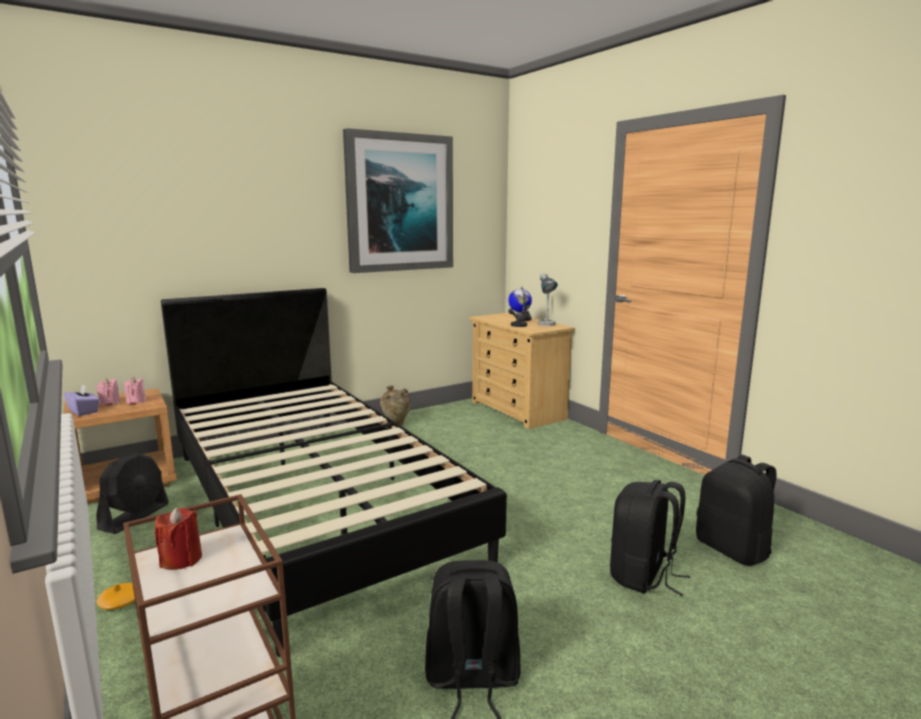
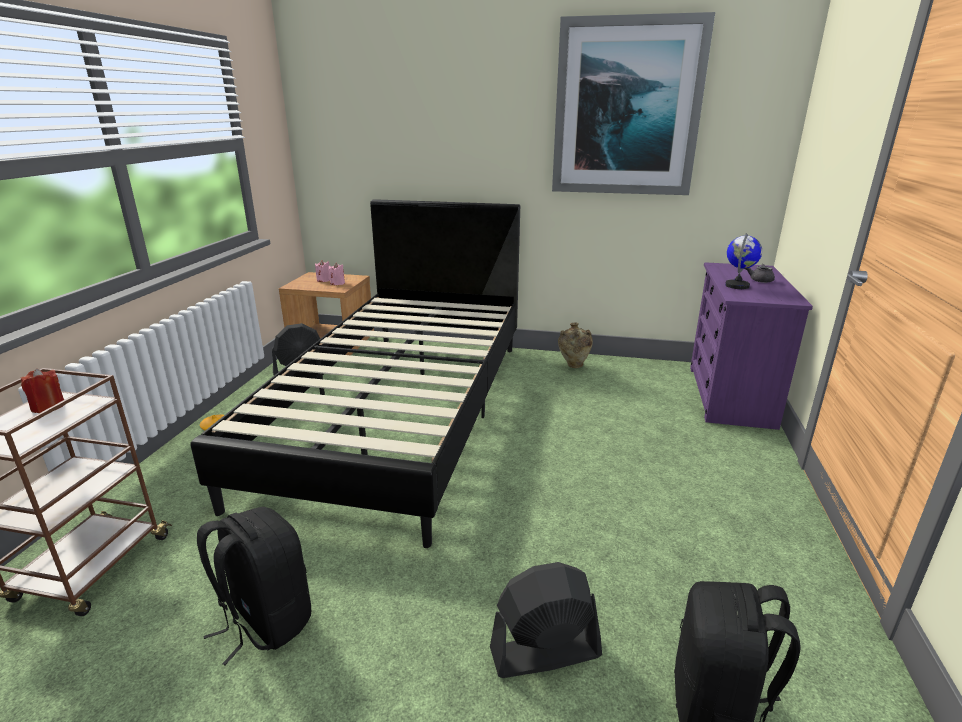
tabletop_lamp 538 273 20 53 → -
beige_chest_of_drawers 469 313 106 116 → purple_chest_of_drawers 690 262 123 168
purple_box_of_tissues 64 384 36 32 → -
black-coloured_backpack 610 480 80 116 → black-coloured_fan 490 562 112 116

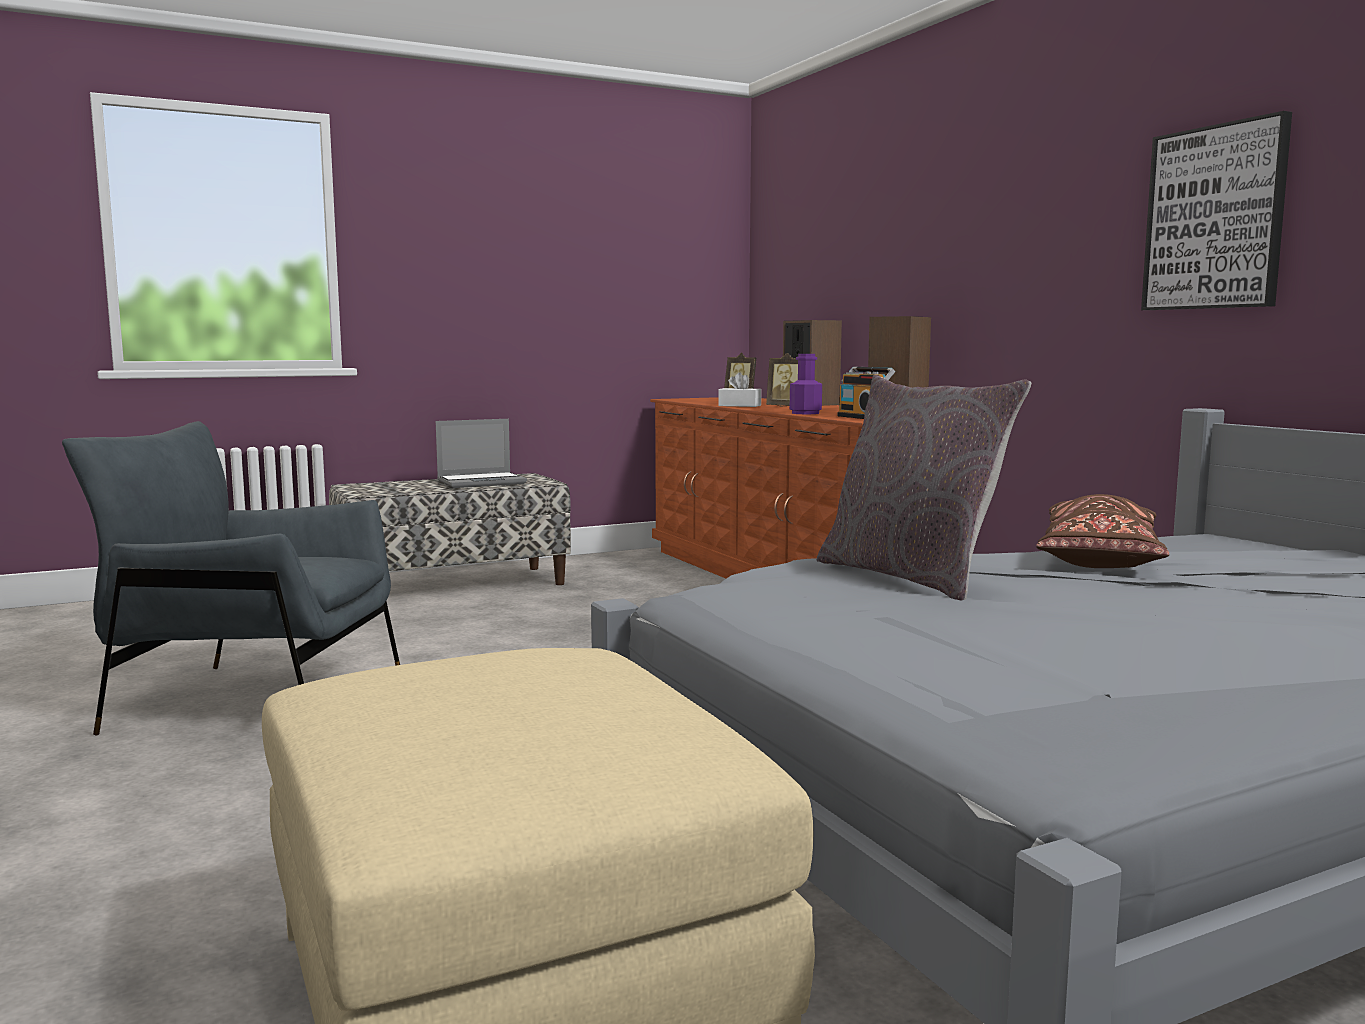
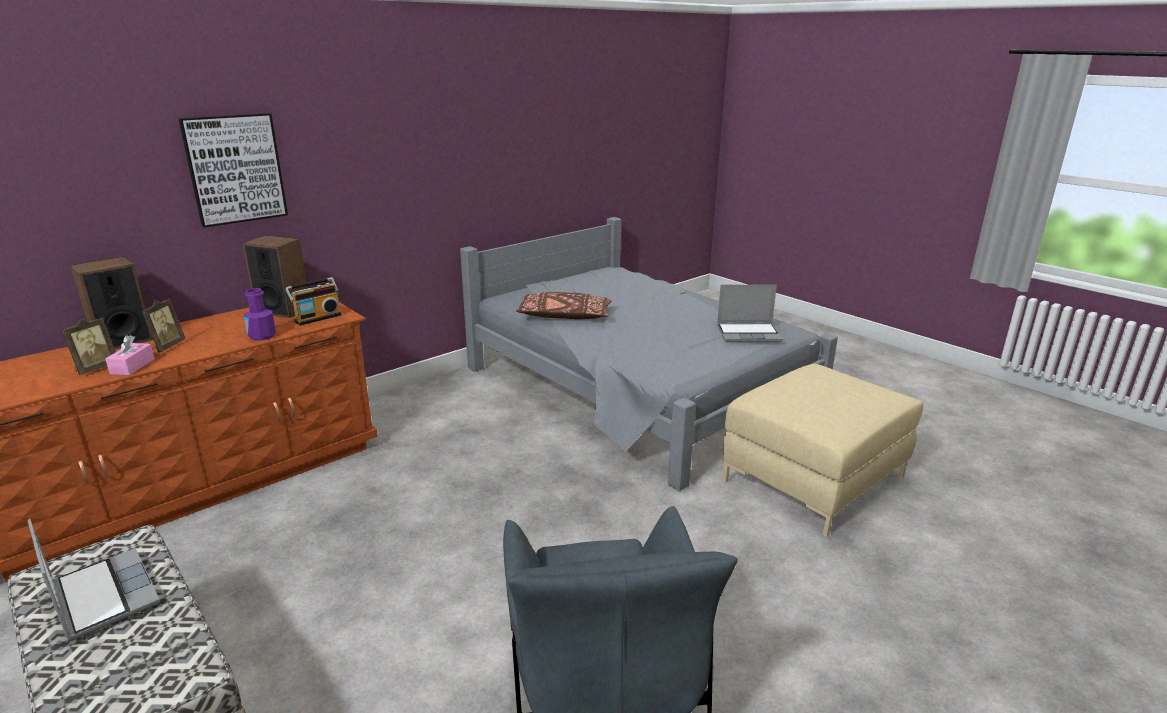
wall_art 1141 111 151 199 → wall_art 178 113 110 114, moved
white-coloured_box_of_tissues 718 372 43 35 → pink-coloured_box_of_tissues 105 335 50 40
greyish_cushion 816 375 216 225 → -
- → notebook_computer 717 285 66 58

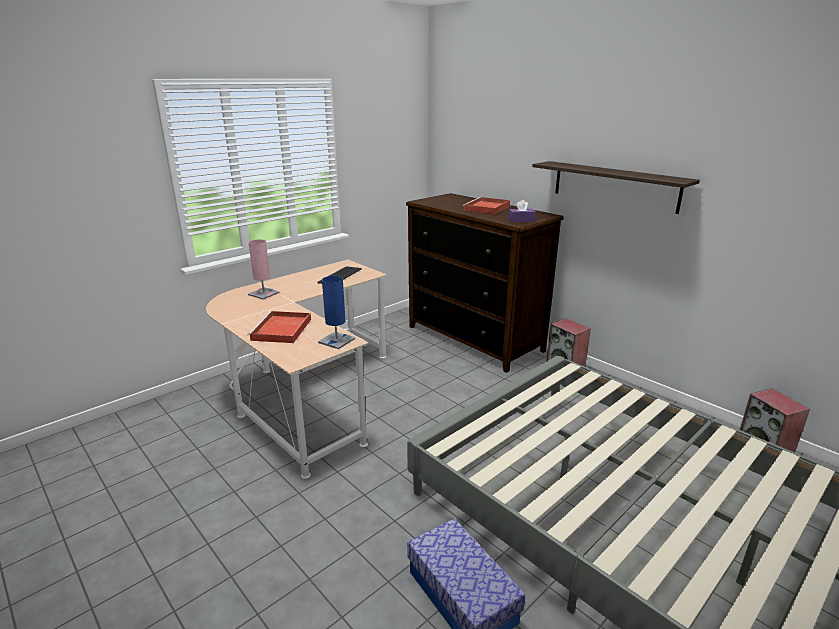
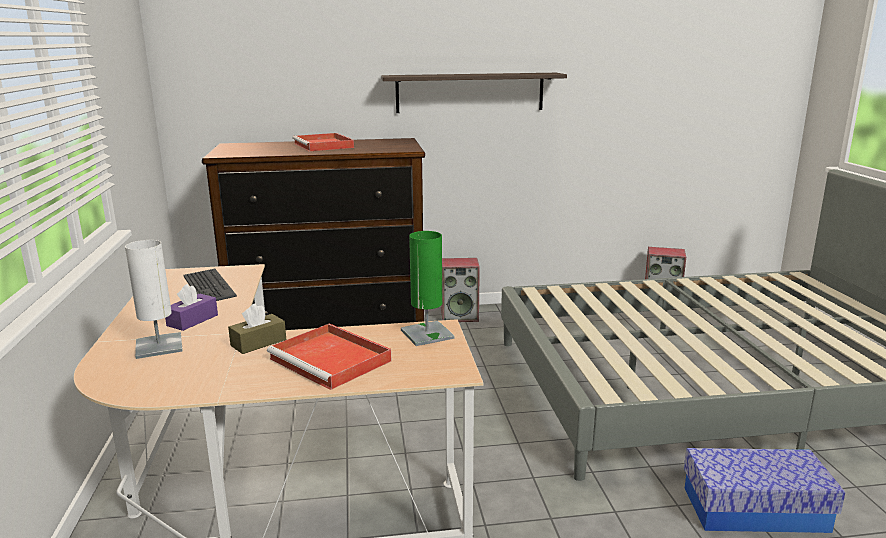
purple_box_of_tissues 509 200 27 22 → purple_box_of_tissues 165 284 53 47, moved
pink-coloured_tabletop_lamp 248 239 31 61 → white-coloured_tabletop_lamp 125 240 58 119
bluish_tabletop_lamp 318 276 37 73 → greenish_tabletop_lamp 401 231 54 115
- → brown_box_of_tissues 228 304 58 50

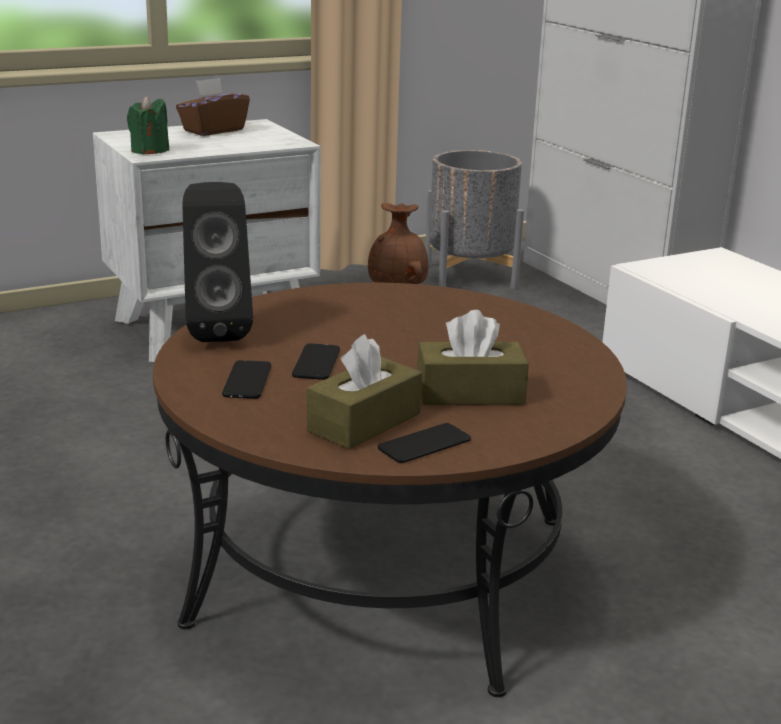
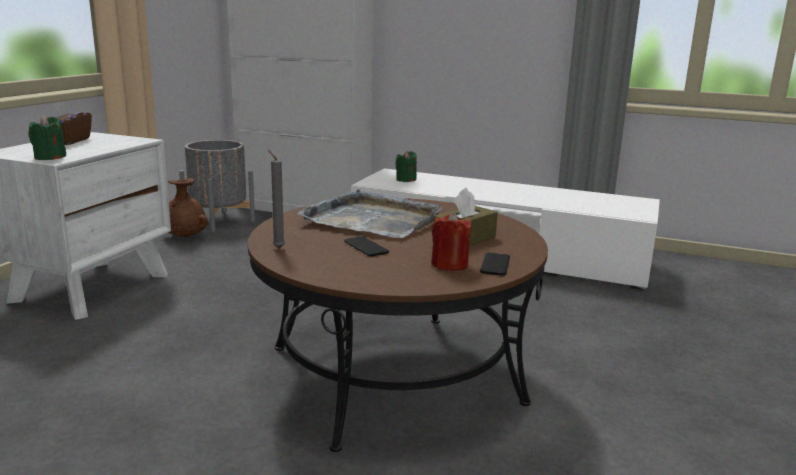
black-coloured_loudspeaker 183 182 70 160 → greyish_wax_light 268 149 17 99
brown_box_of_tissues 307 334 115 115 → red_wax_light 431 212 41 59
phone 222 360 49 39 → -
- → greenish_wax_light 395 150 22 32
- → greyish_serving_tray 298 189 145 49

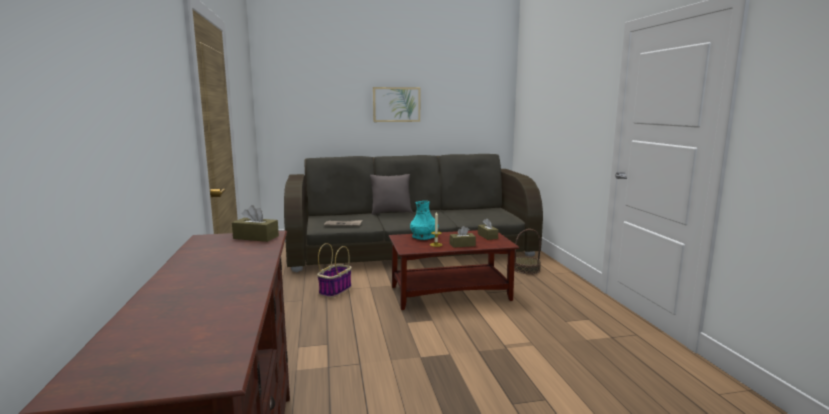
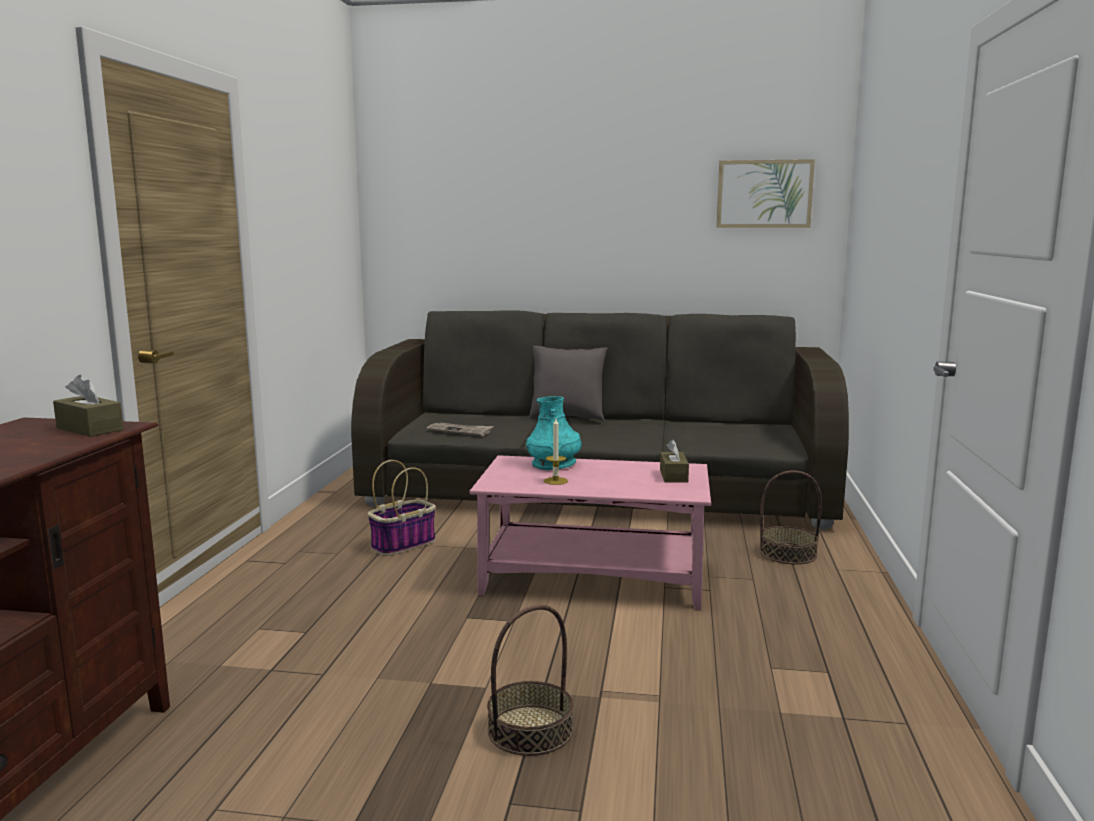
wall_art 373 87 47 35 → wall_art 717 159 98 69, moved
brown_box_of_tissues 450 226 26 22 → -
brown_low_table 389 230 130 80 → pink-coloured_low_table 469 455 242 155
- → storage_basket 487 605 86 151

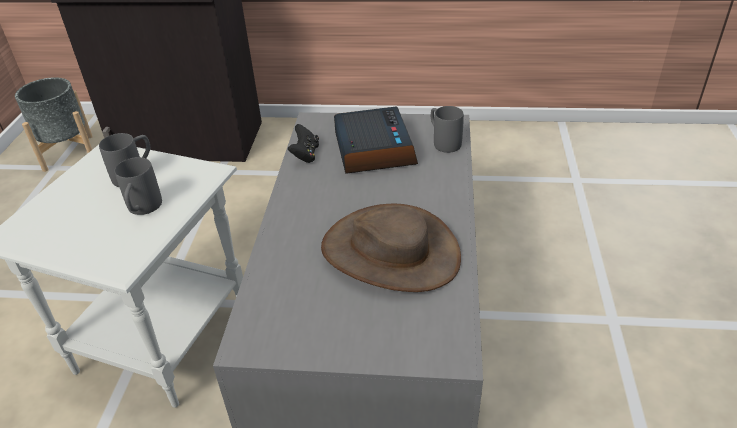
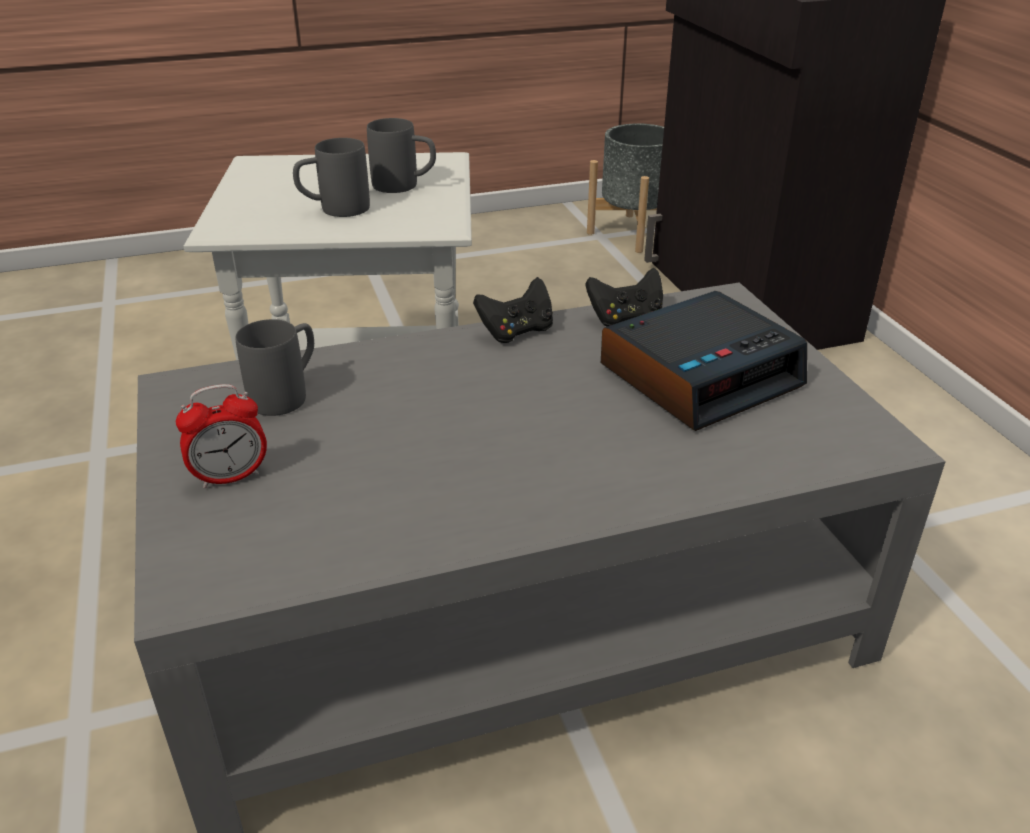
greyish_coffee_mug 431 106 33 47 → greyish_coffee_mug 235 319 79 97, moved
brown_wearable_hat 321 204 140 88 → -
- → black-coloured_joypad 473 277 80 66
- → bedside_clock 176 384 91 105

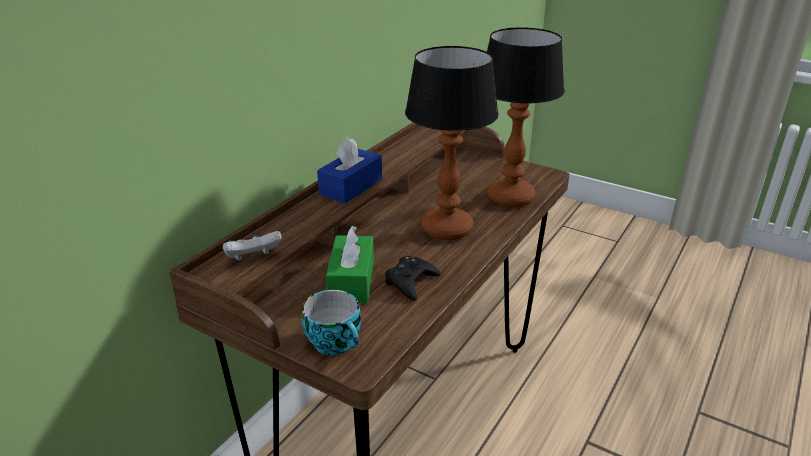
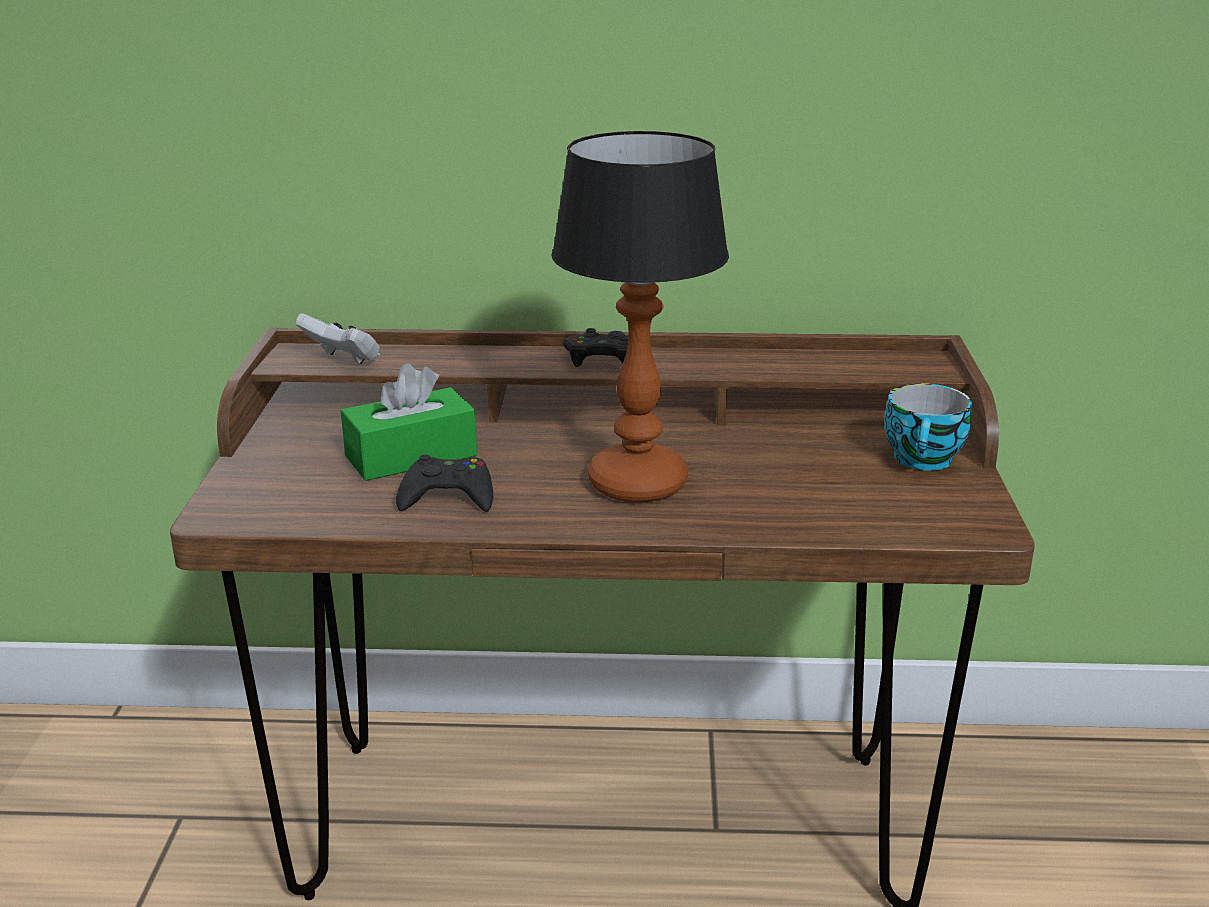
tabletop_lamp 487 27 78 180 → -
bluish_box_of_tissues 317 137 65 67 → black-coloured_joypad 563 328 66 39
cup 302 290 59 65 → cup 884 383 88 88, moved

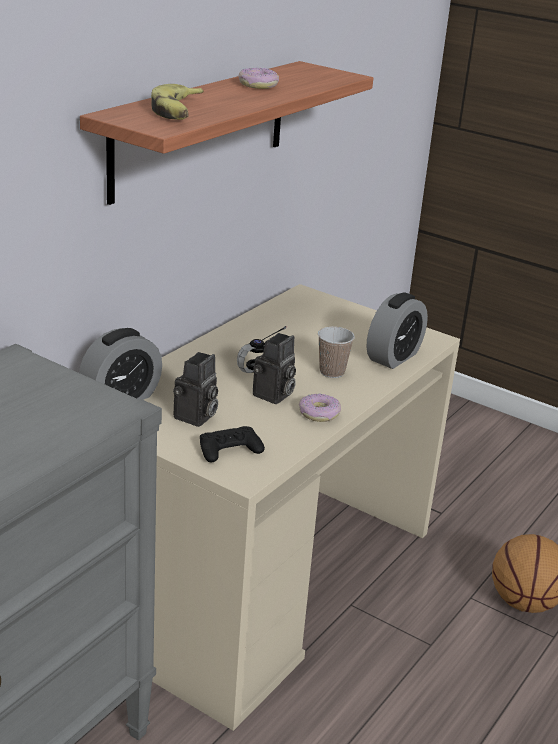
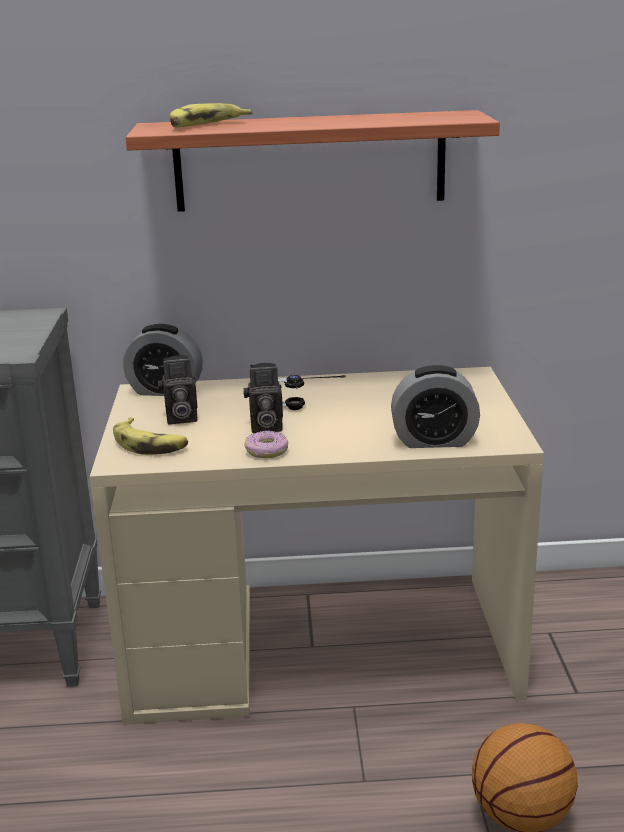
donut 238 68 41 21 → -
cup 318 327 37 51 → -
black-coloured_joypad 200 426 65 36 → banana_fruit 113 418 75 37

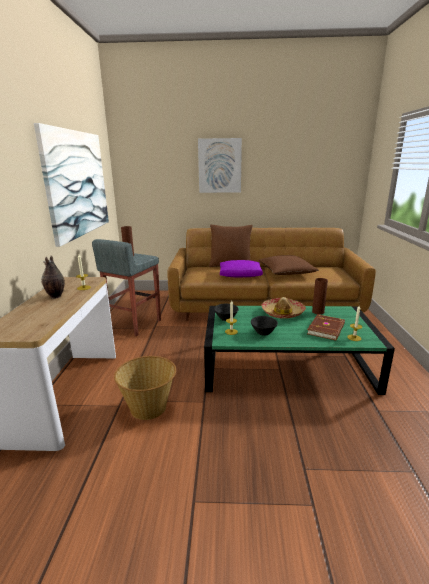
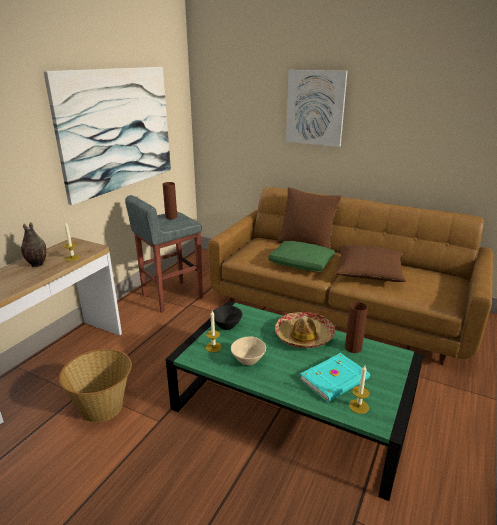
purple_cushion 220 260 43 17 → greenish_cushion 268 241 67 31
brown_volume 307 314 38 27 → turquoise_volume 300 353 70 49
black-coloured_deep_dish 251 316 27 20 → beige_deep_dish 231 337 35 28

